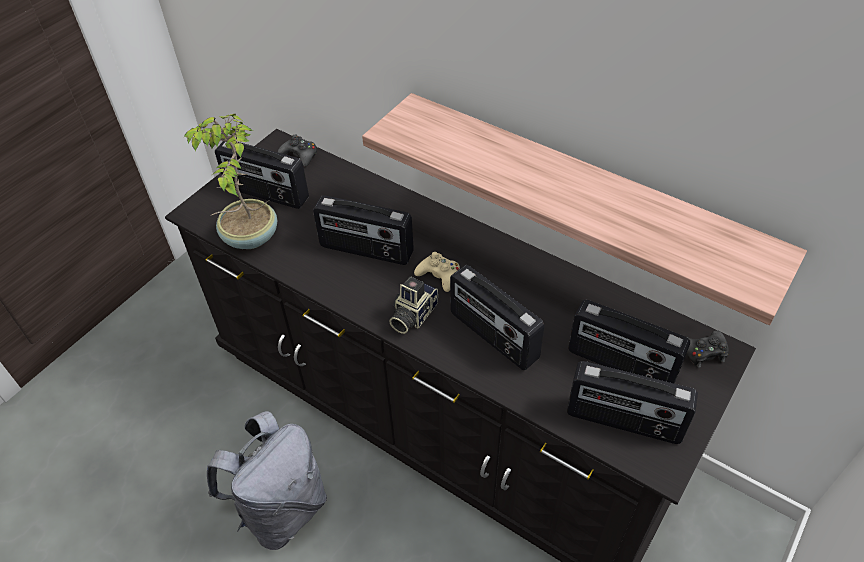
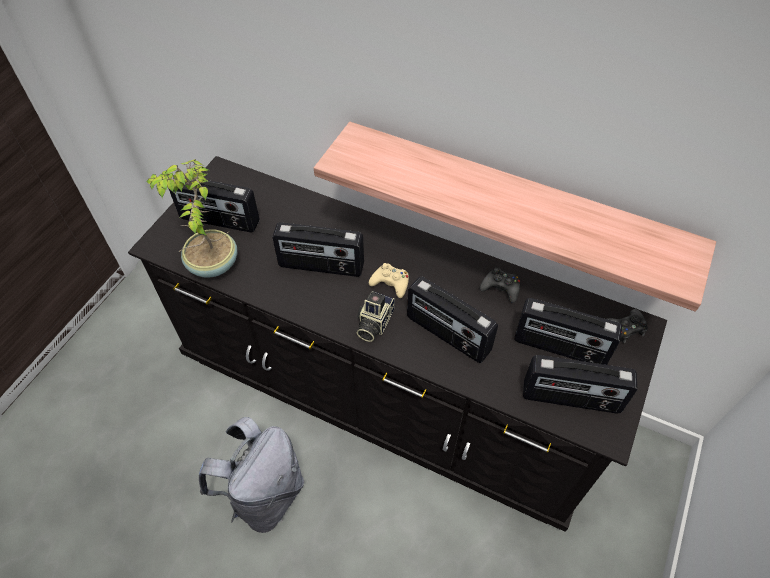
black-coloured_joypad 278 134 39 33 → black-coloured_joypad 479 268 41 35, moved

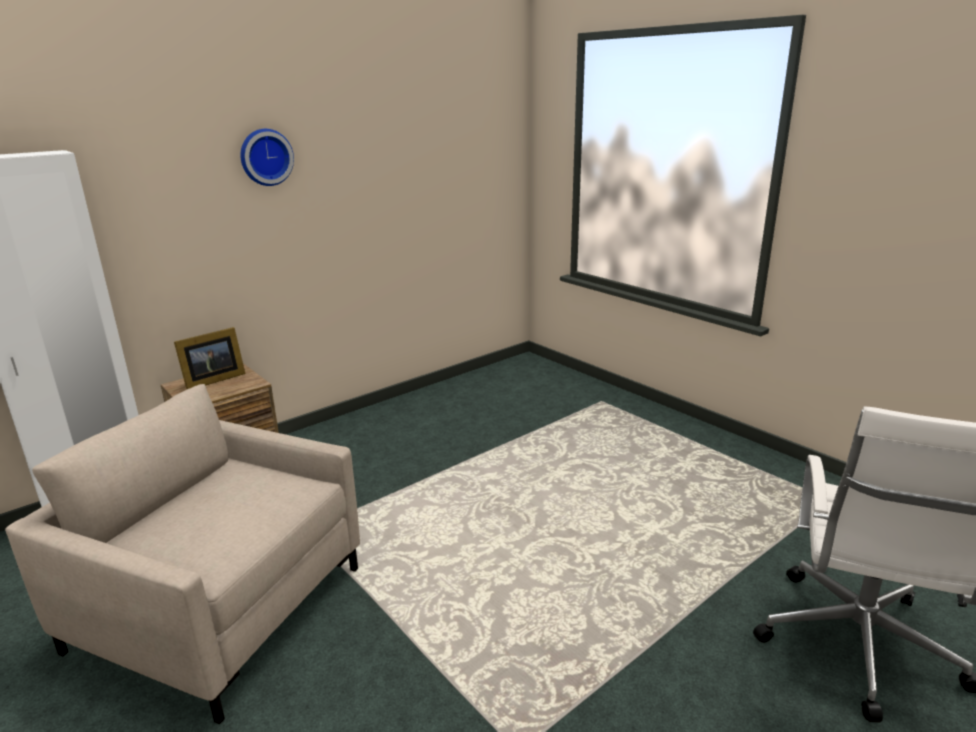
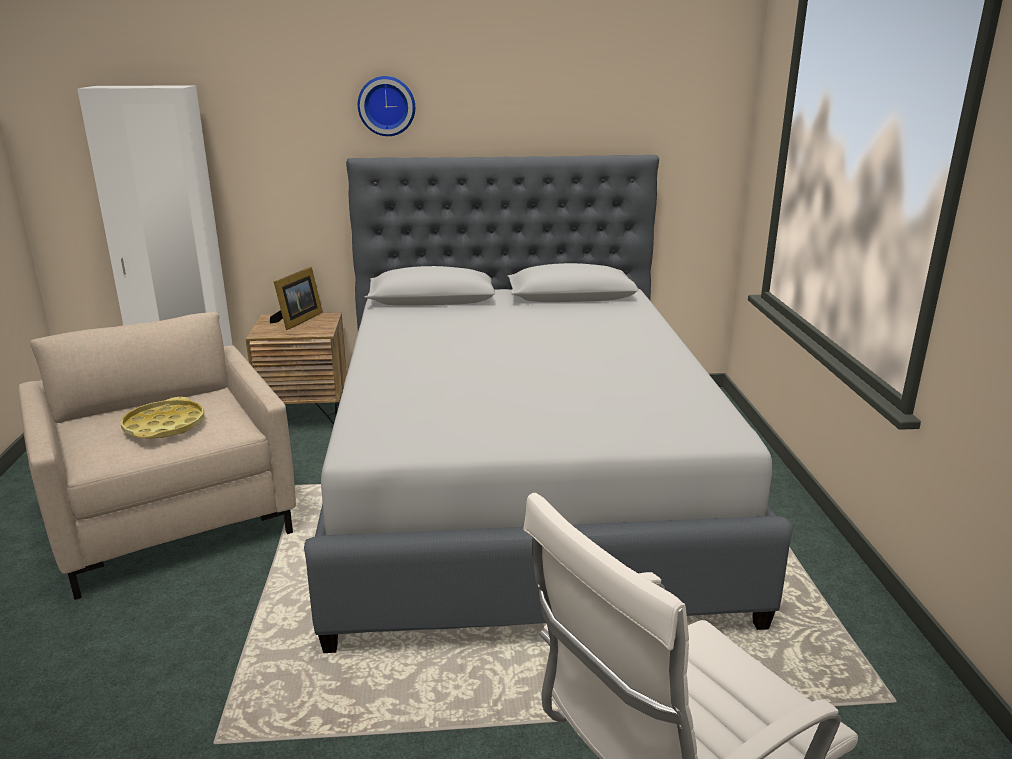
picture_frame 174 327 71 63 → picture_frame 270 267 53 63, 60 degrees counterclockwise
- → greyish_bedroom_bed 304 155 489 498
- → yellowish_serving_tray 121 397 83 42

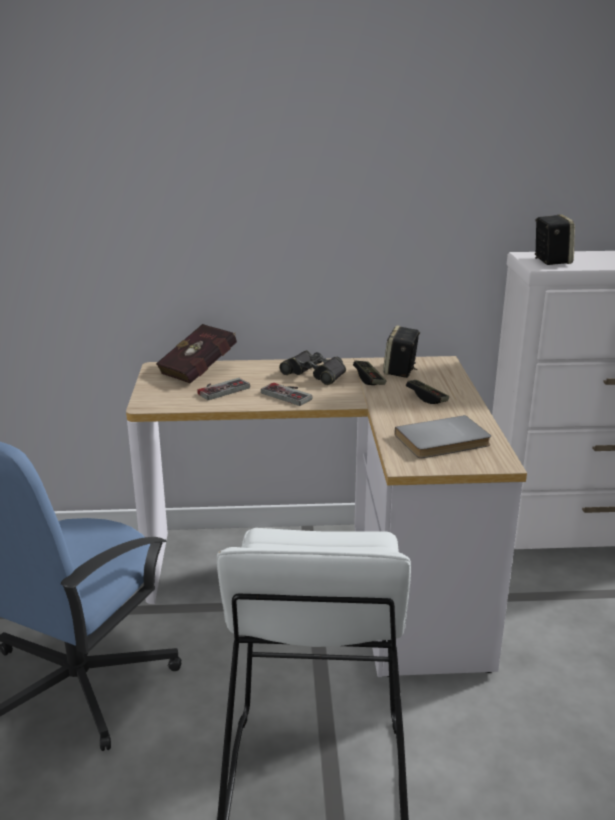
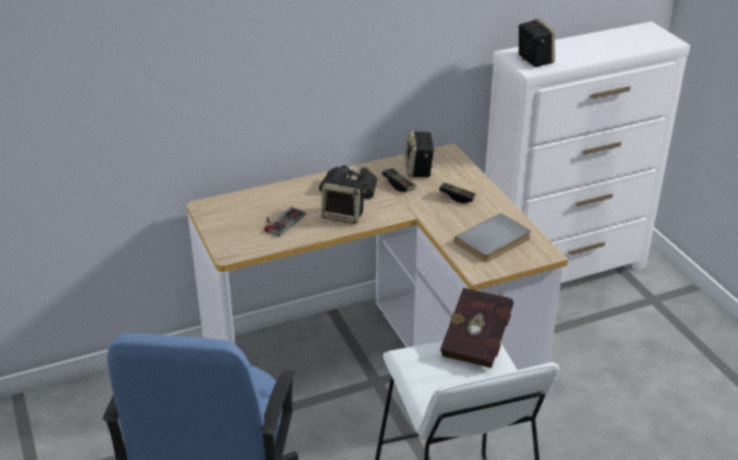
red_volume 156 324 81 60 → red_volume 440 288 74 80, moved
joypad 261 383 52 23 → loudspeaker 321 176 45 48

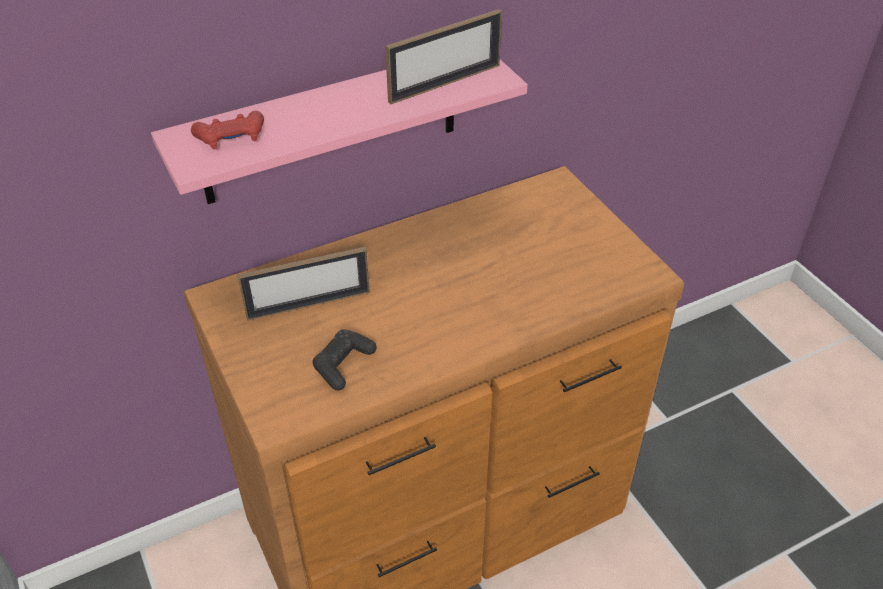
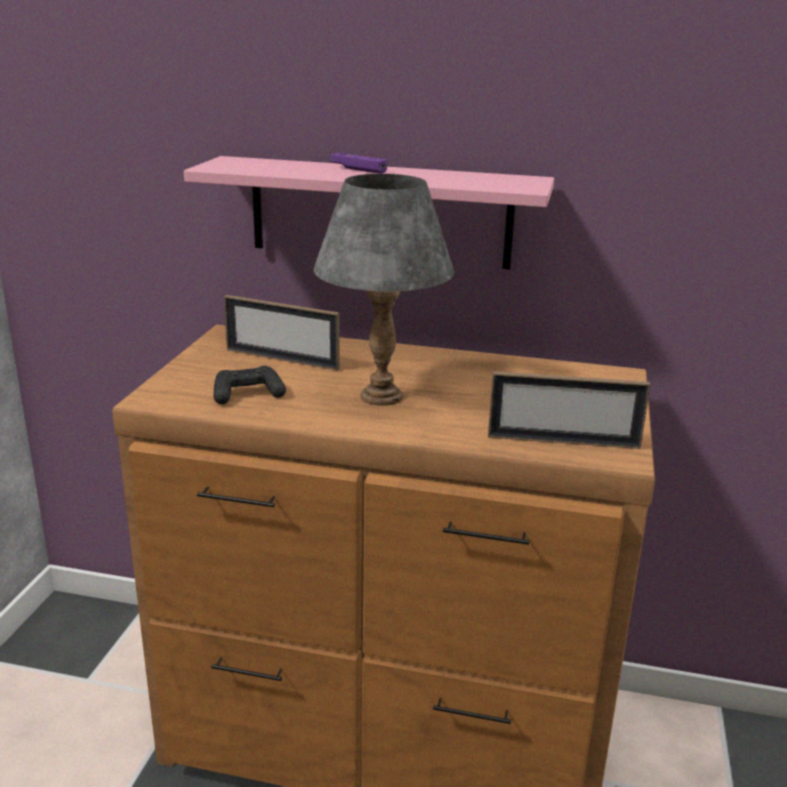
picture_frame 385 9 117 95 → picture_frame 488 371 163 78, moved
red_joypad 191 111 73 39 → -
- → purple_joypad 331 153 57 21
- → greyish_tabletop_lamp 314 174 140 232

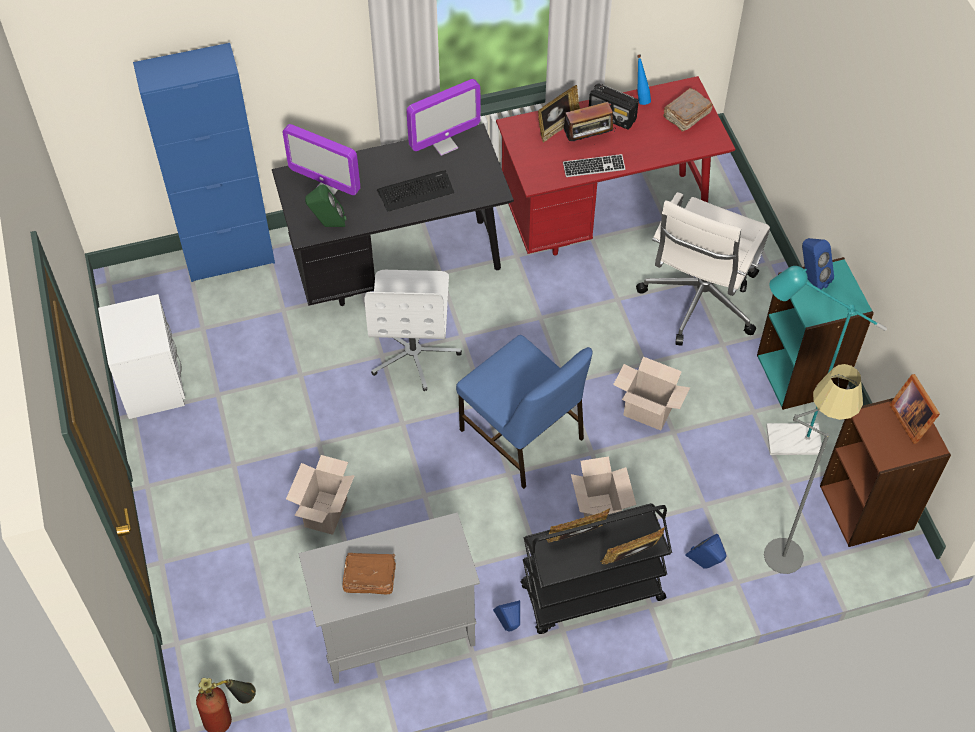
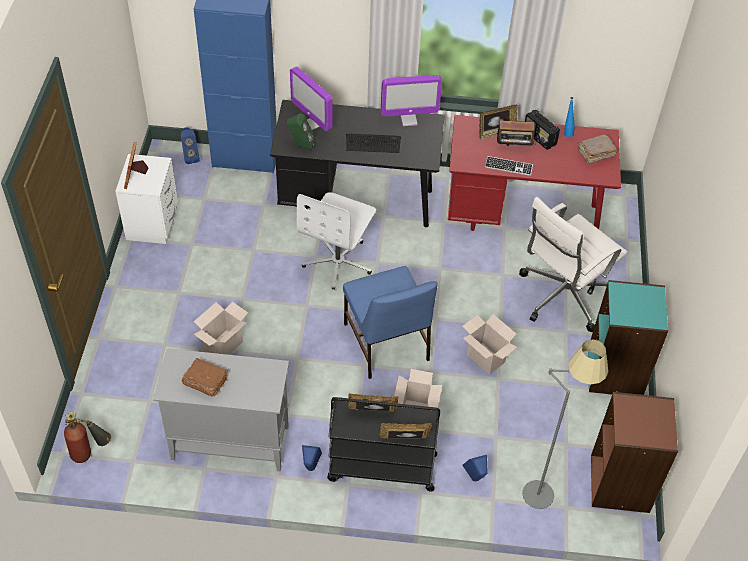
bluish_loudspeaker 802 238 32 54 → bluish_loudspeaker 181 128 19 36, moved
turquoise_standard_lamp 766 266 121 189 → -
picture_frame 889 374 51 70 → picture_frame 124 142 25 47, moved

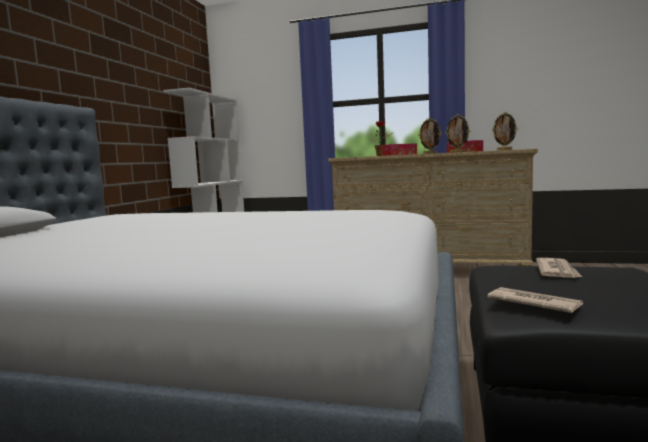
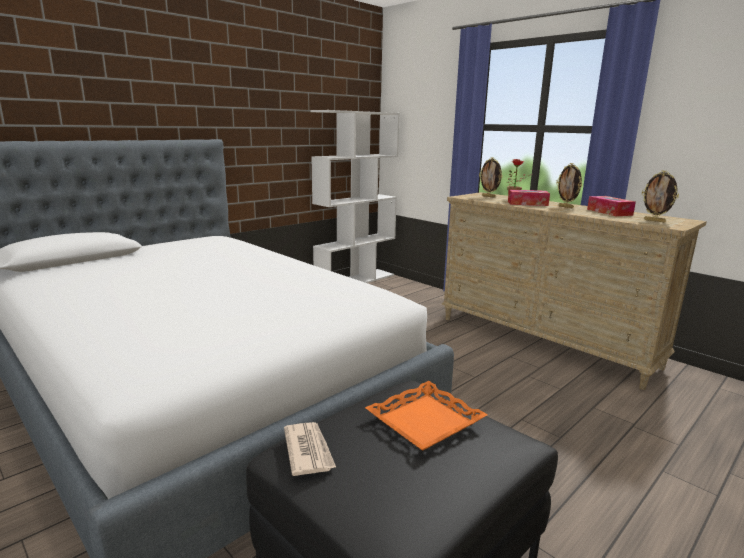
picture_frame 445 114 26 39 → picture_frame 479 157 23 41, moved
printed_paper 536 258 46 20 → orangey_serving_tray 365 381 123 70

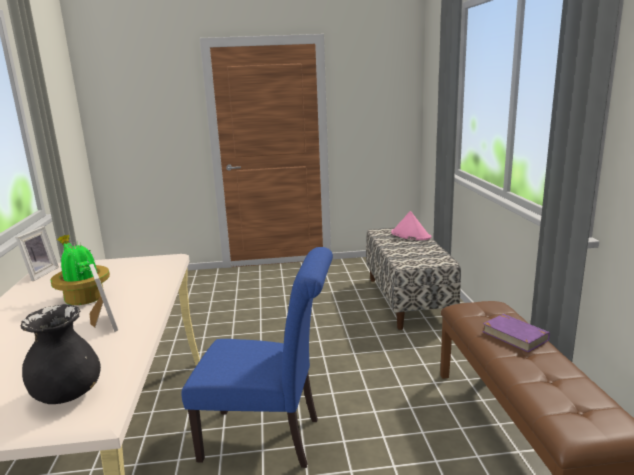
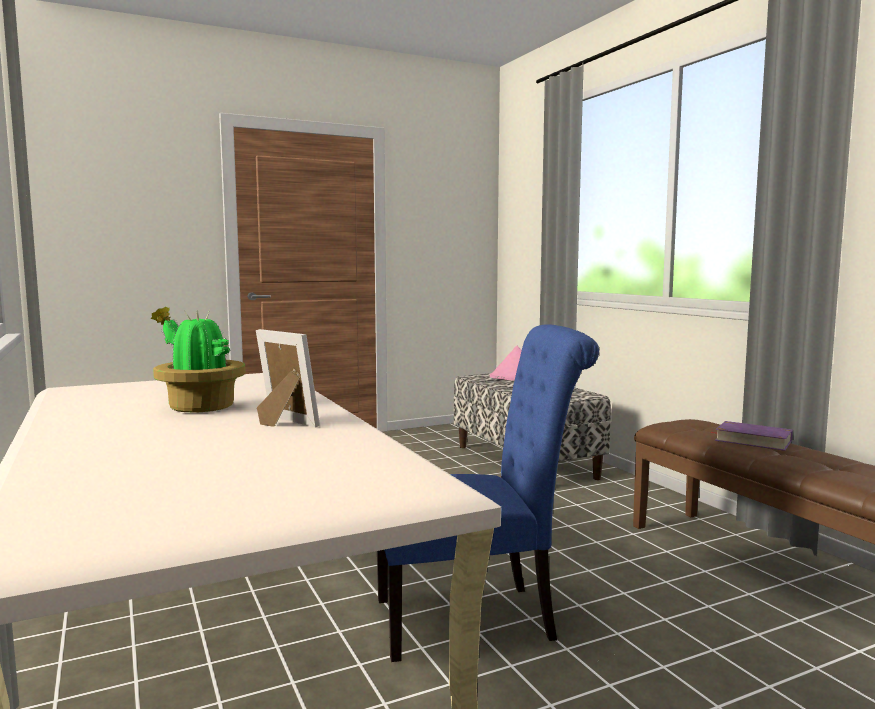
picture_frame 16 226 43 55 → -
black-coloured_decorative_vase 21 304 80 100 → -

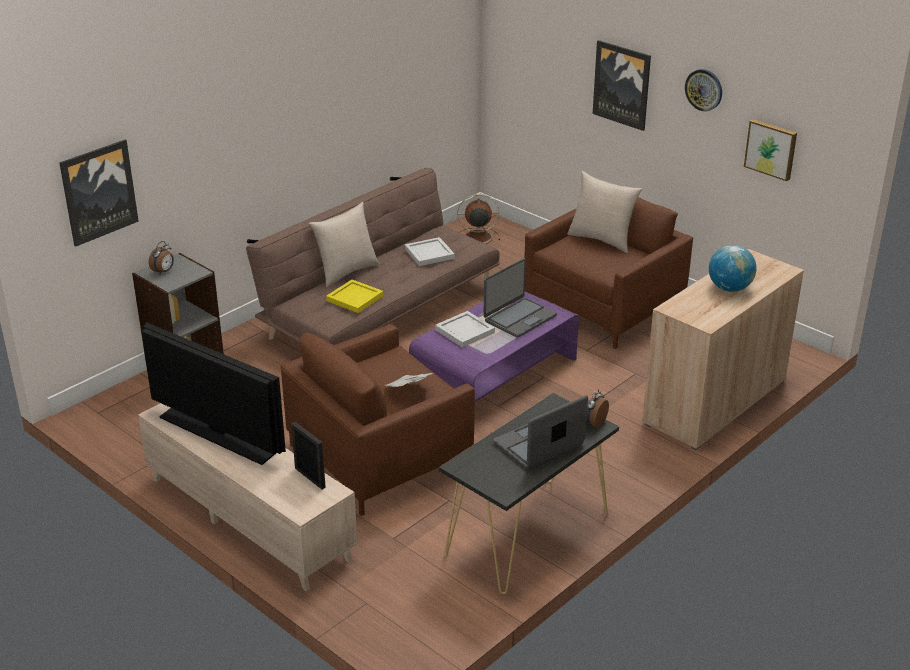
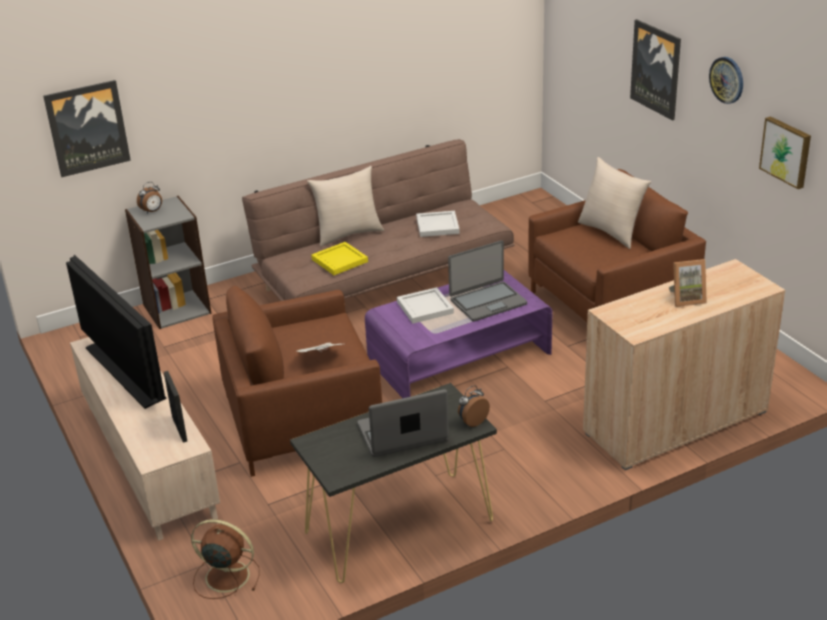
brown_fan 457 194 43 50 → brown_fan 191 519 69 80, moved
desk_globe 709 245 47 47 → picture_frame 669 259 38 48

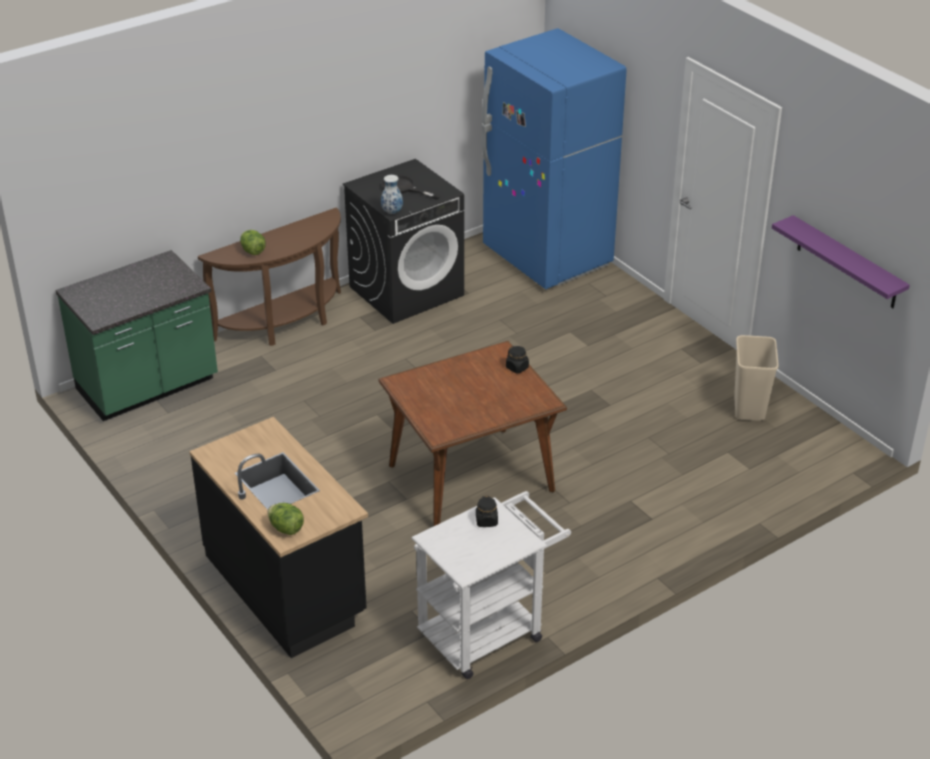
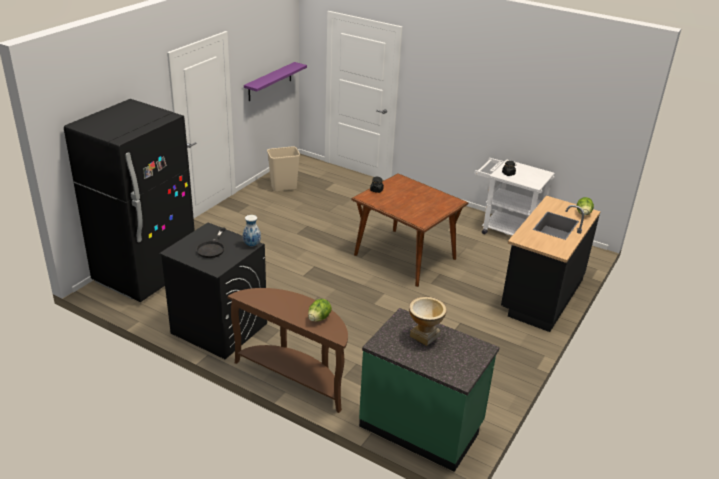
bluish_kitchen_fridge 481 28 146 261 → black-coloured_kitchen_fridge 64 99 131 203
- → decorative_vase 409 297 38 49

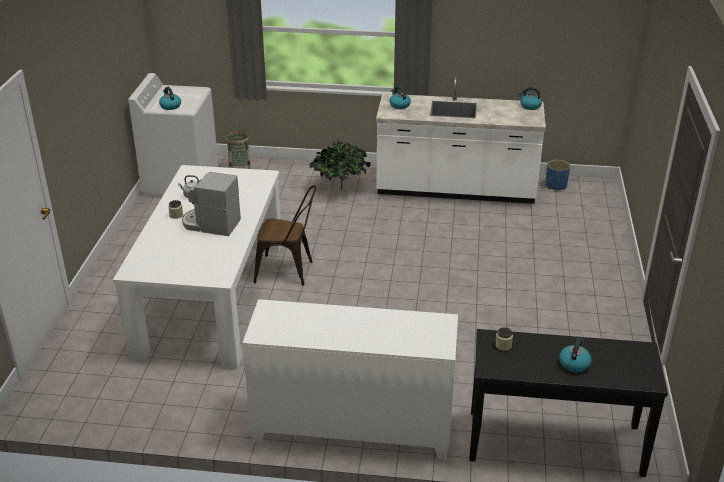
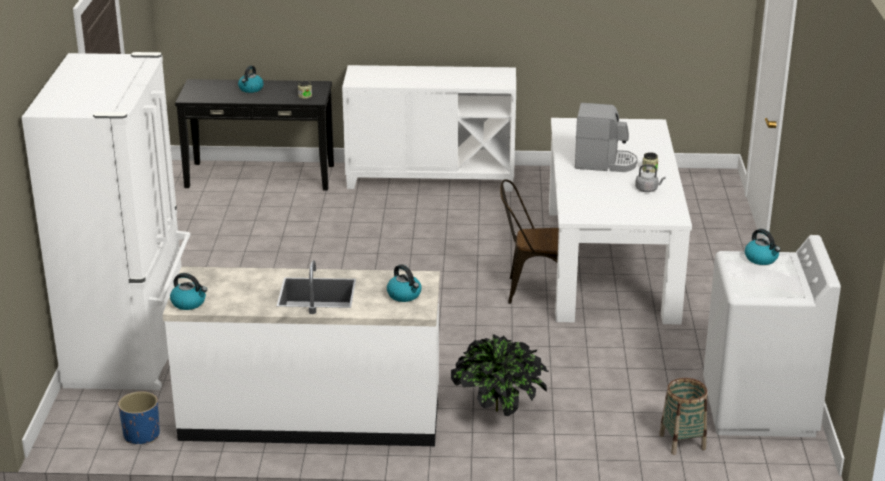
- → white-coloured_kitchen_fridge 22 52 169 338

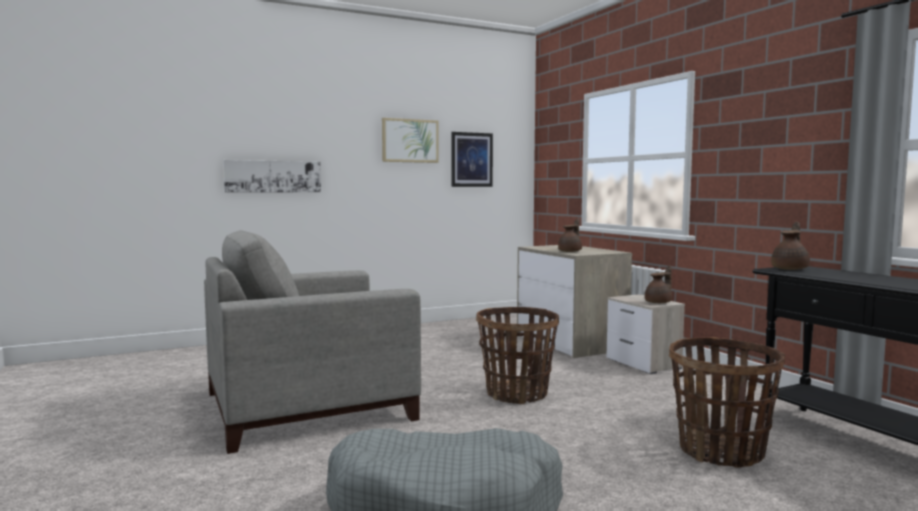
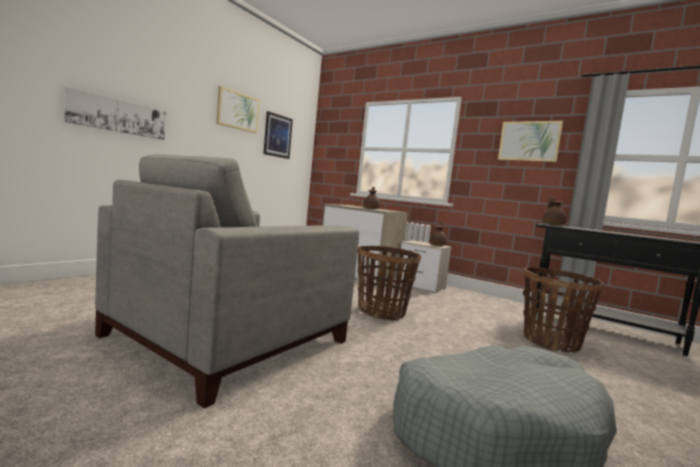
- → wall_art 498 121 65 41

